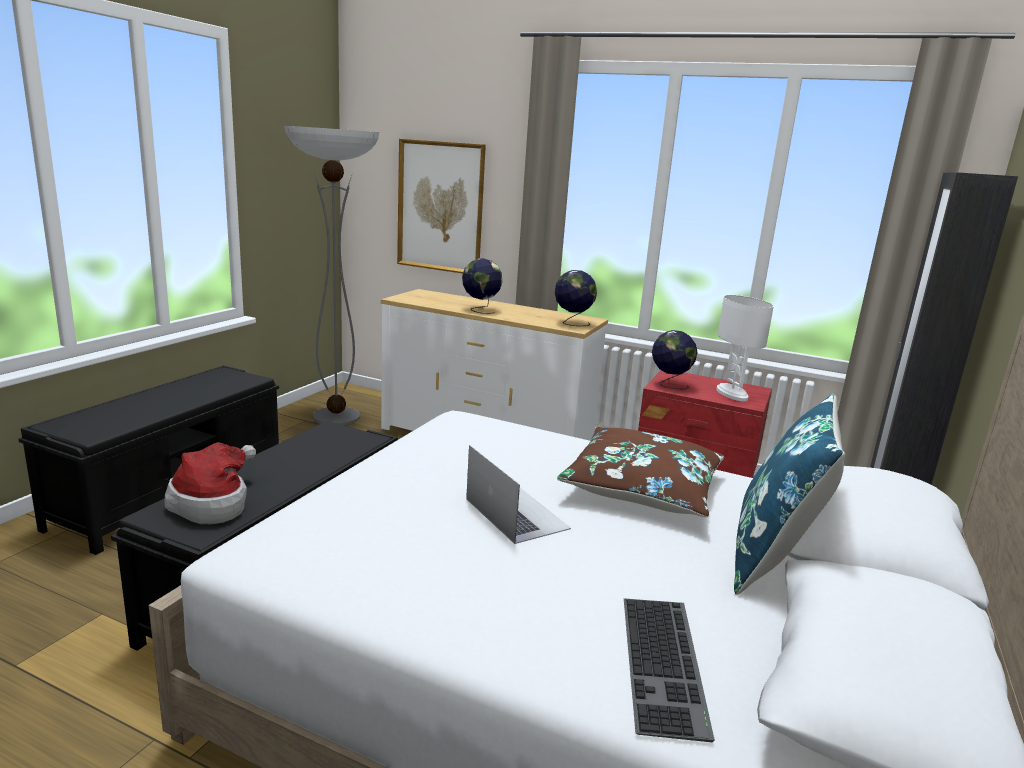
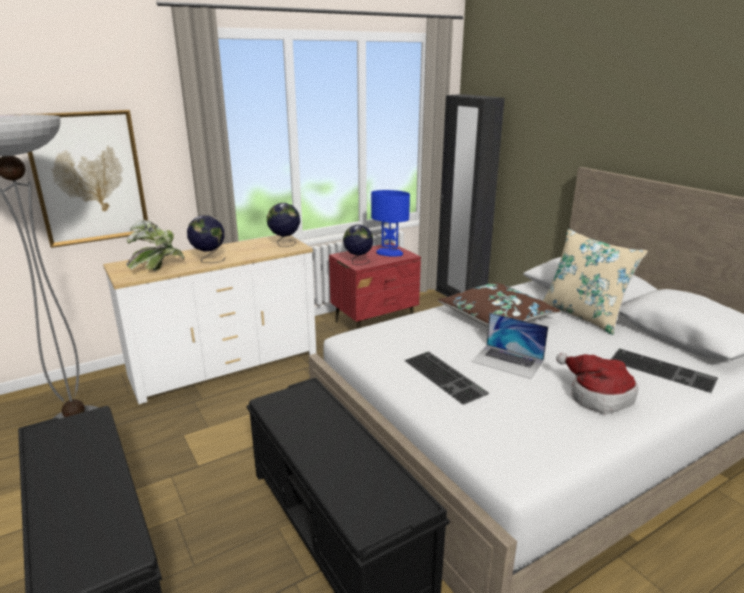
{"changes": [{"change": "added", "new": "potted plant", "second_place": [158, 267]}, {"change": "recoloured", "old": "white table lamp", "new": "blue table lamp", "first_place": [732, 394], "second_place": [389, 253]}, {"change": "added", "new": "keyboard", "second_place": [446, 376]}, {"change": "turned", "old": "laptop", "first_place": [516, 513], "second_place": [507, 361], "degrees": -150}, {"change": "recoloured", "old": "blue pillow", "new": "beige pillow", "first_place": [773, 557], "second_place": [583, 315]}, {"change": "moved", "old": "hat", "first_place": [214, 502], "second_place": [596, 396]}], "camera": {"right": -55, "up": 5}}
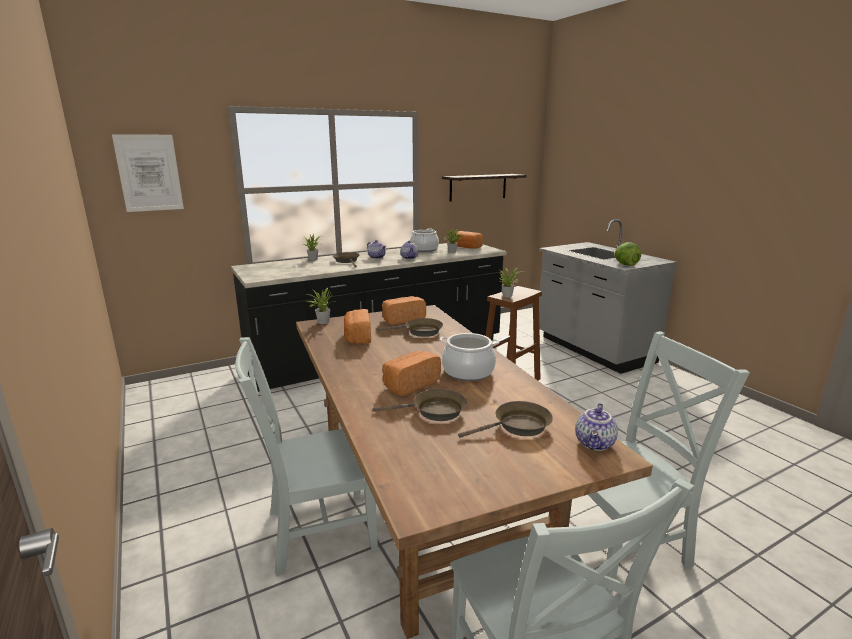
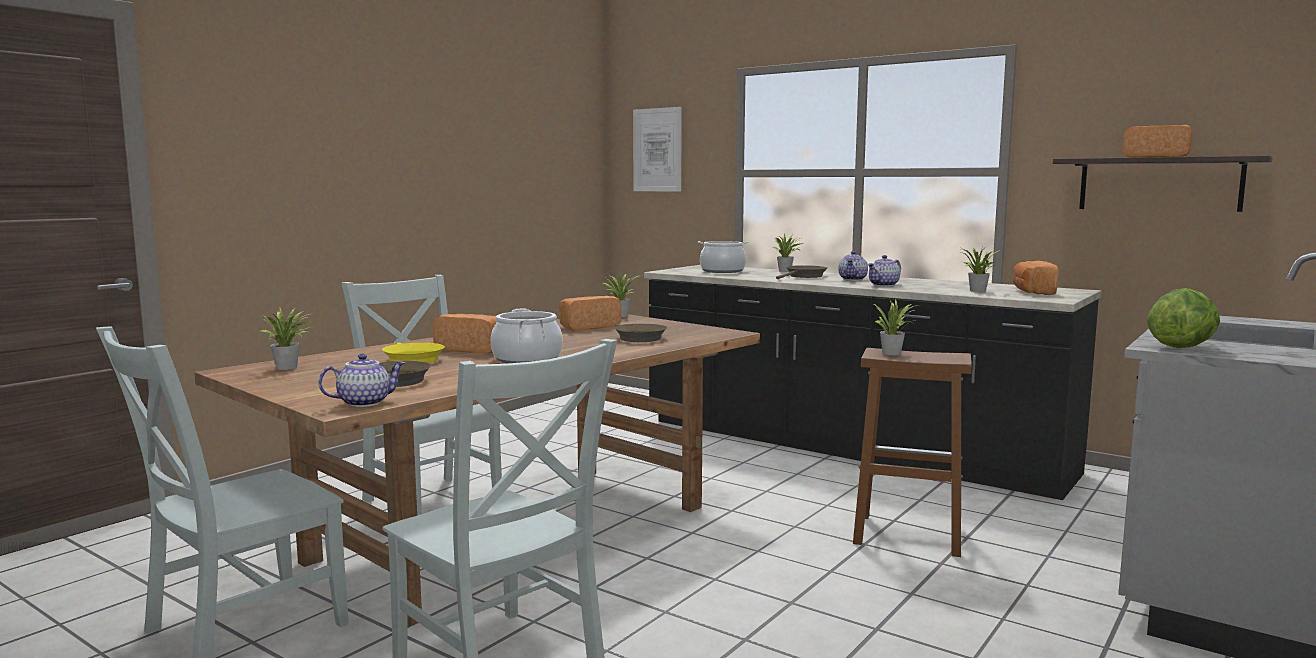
{"changes": [{"change": "added", "new": "potted plant", "second_place": [289, 367]}, {"change": "turned", "old": "teapot", "first_place": [595, 444], "second_place": [364, 402], "degrees": 150}, {"change": "recoloured", "old": "brown frying pan", "new": "yellow frying pan", "first_place": [434, 411], "second_place": [412, 359]}, {"change": "moved", "old": "cooking pot", "first_place": [424, 249], "second_place": [722, 271]}, {"change": "moved", "old": "bread", "first_place": [402, 319], "second_place": [1157, 157]}], "camera": {"right": 65, "up": -10}}
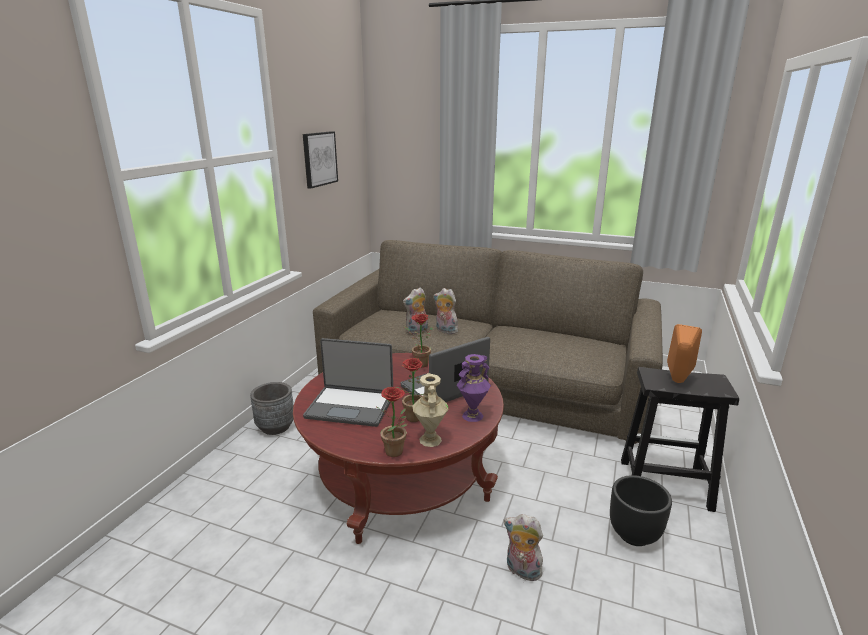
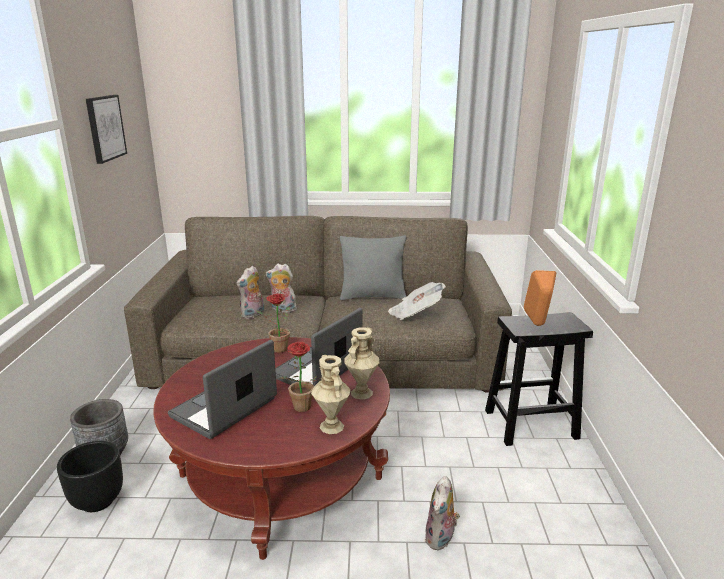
{"changes": [{"change": "moved", "old": "black planter", "first_place": [633, 534], "second_place": [97, 501]}, {"change": "turned", "old": "laptop", "first_place": [350, 406], "second_place": [225, 408], "degrees": 135}, {"change": "added", "new": "grey pillow", "second_place": [373, 296]}, {"change": "recoloured", "old": "purple vase", "new": "beige vase", "first_place": [473, 416], "second_place": [362, 393]}, {"change": "added", "new": "newspaper", "second_place": [415, 314]}, {"change": "turned", "old": "plush toy", "first_place": [521, 571], "second_place": [441, 539], "degrees": -75}, {"change": "removed", "old": "potted plant", "first_place": [397, 453]}], "camera": {"right": -20, "up": 0}}
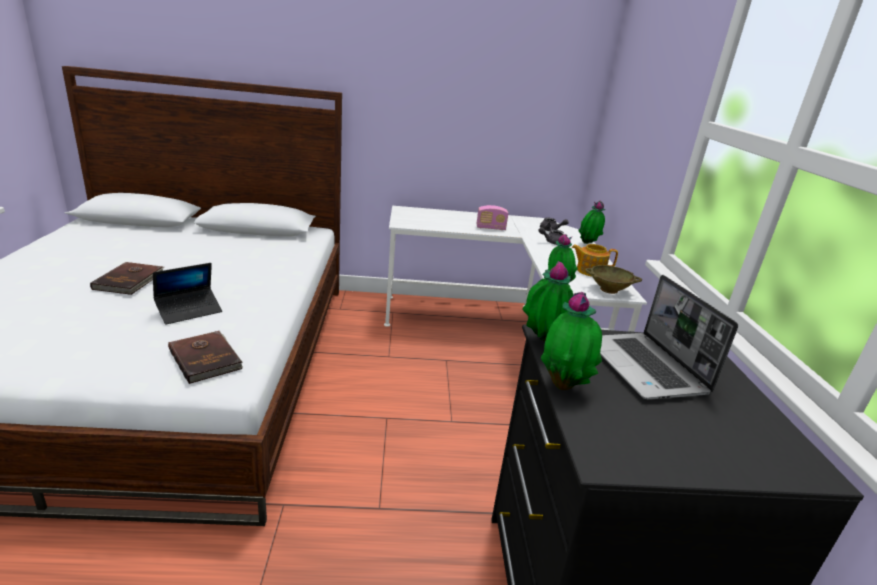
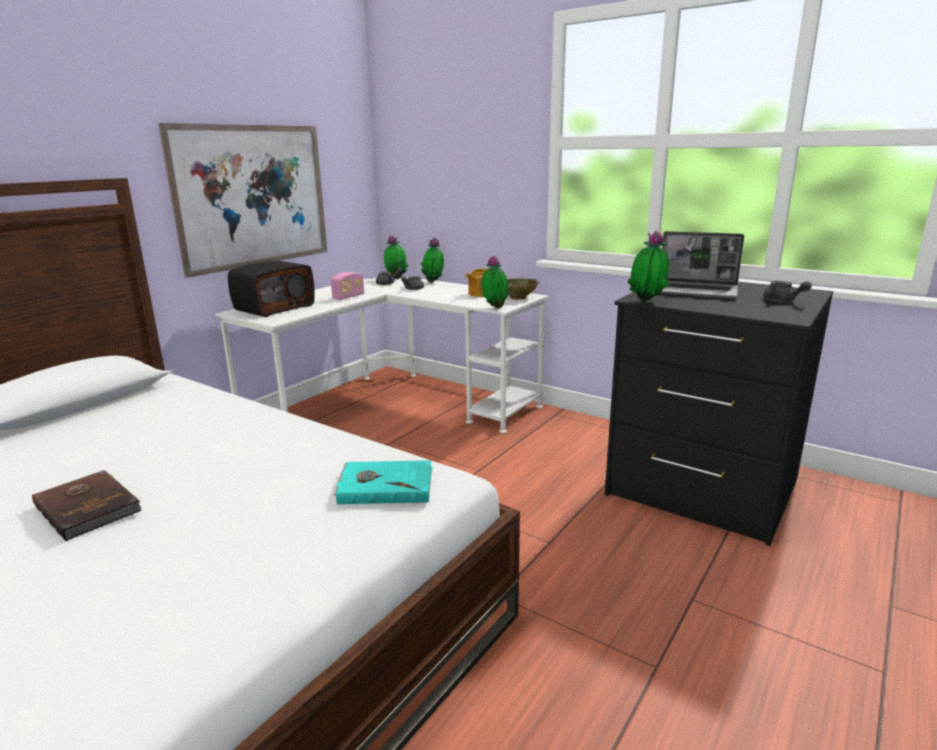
{"changes": [{"change": "added", "new": "picture", "second_place": [253, 196]}, {"change": "added", "new": "radio", "second_place": [274, 308]}, {"change": "recoloured", "old": "brown book", "new": "turquoise book", "first_place": [206, 358], "second_place": [385, 485]}, {"change": "moved", "old": "potted plant", "first_place": [564, 385], "second_place": [396, 278]}, {"change": "added", "new": "grey teapot", "second_place": [782, 301]}, {"change": "removed", "old": "laptop", "first_place": [189, 311]}], "camera": {"right": -50, "up": -5}}
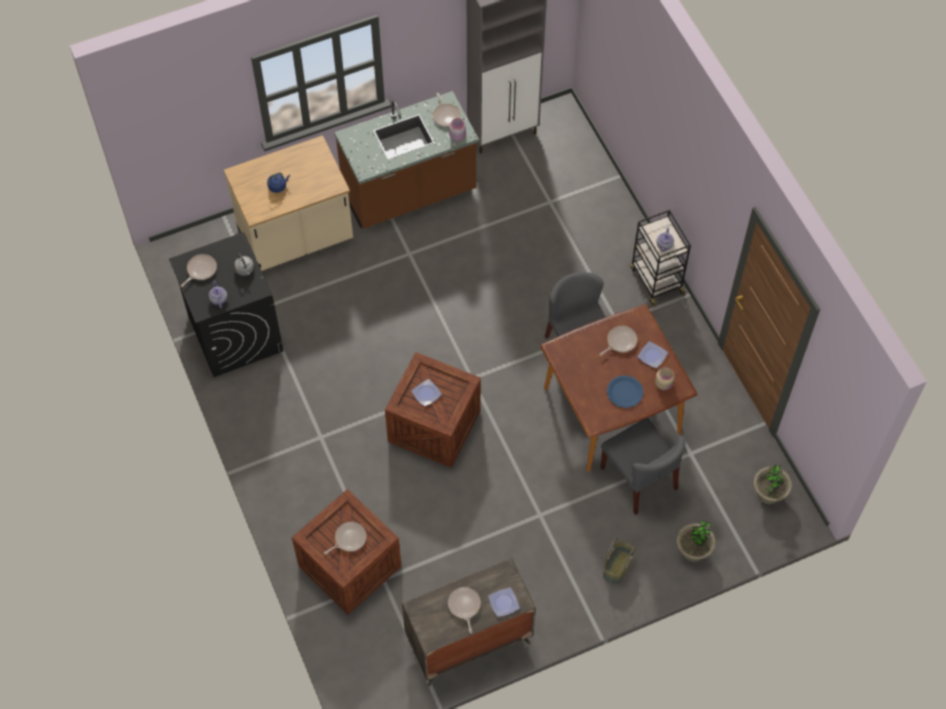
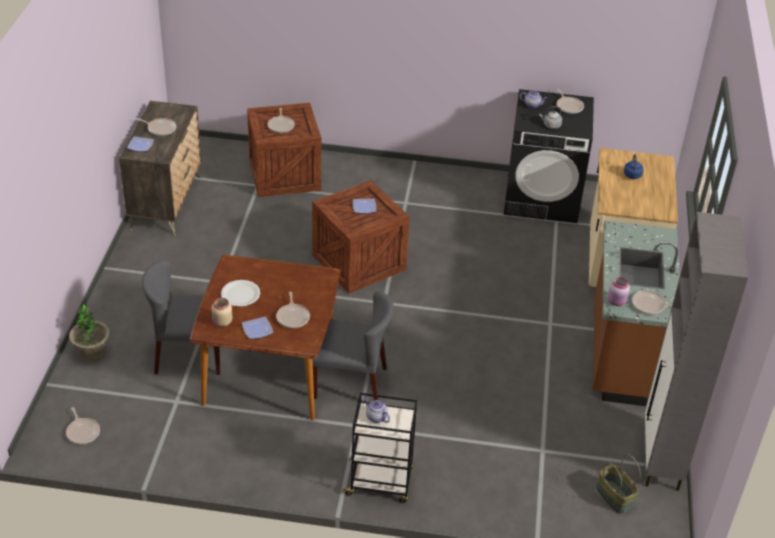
{"changes": [{"change": "replaced", "old": "potted plant", "new": "frying pan", "first_place": [768, 494], "second_place": [83, 432]}, {"change": "recoloured", "old": "blue plate", "new": "white plate", "first_place": [624, 392], "second_place": [240, 294]}, {"change": "moved", "old": "basket", "first_place": [618, 567], "second_place": [613, 497]}], "camera": {"right": 120, "up": -20}}
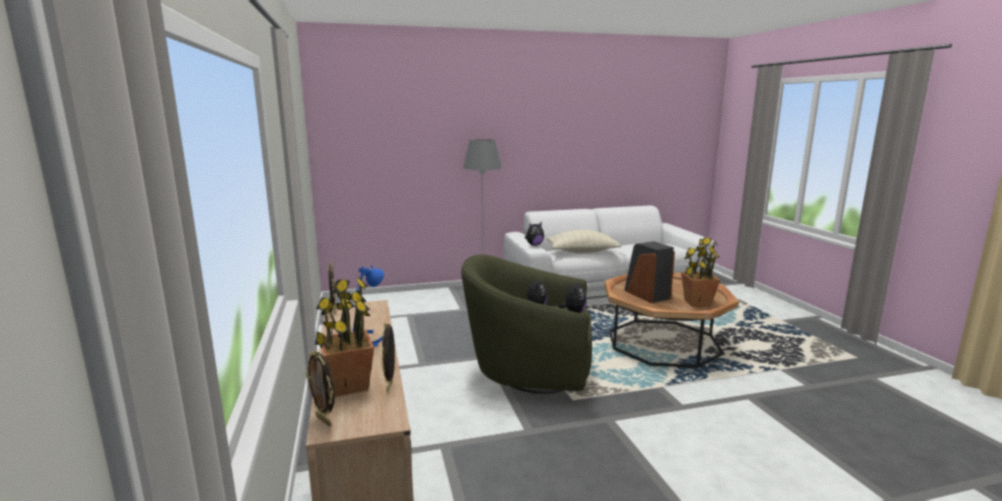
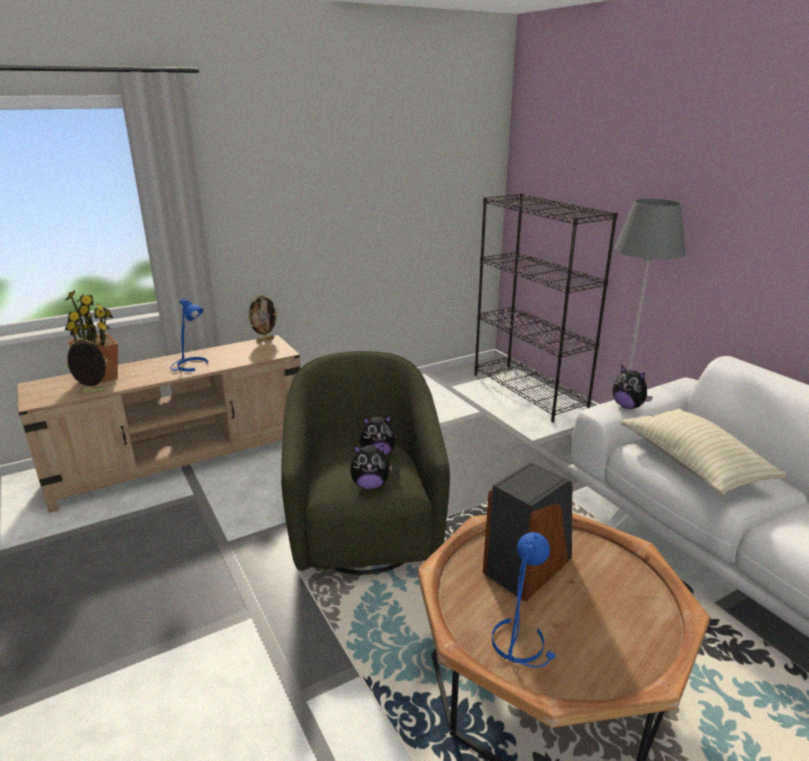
{"changes": [{"change": "added", "new": "black bookcase", "second_place": [529, 391]}, {"change": "replaced", "old": "potted plant", "new": "blue table lamp", "first_place": [697, 303], "second_place": [521, 643]}, {"change": "removed", "old": "picture frame", "first_place": [324, 420]}], "camera": {"right": 75, "up": 10}}
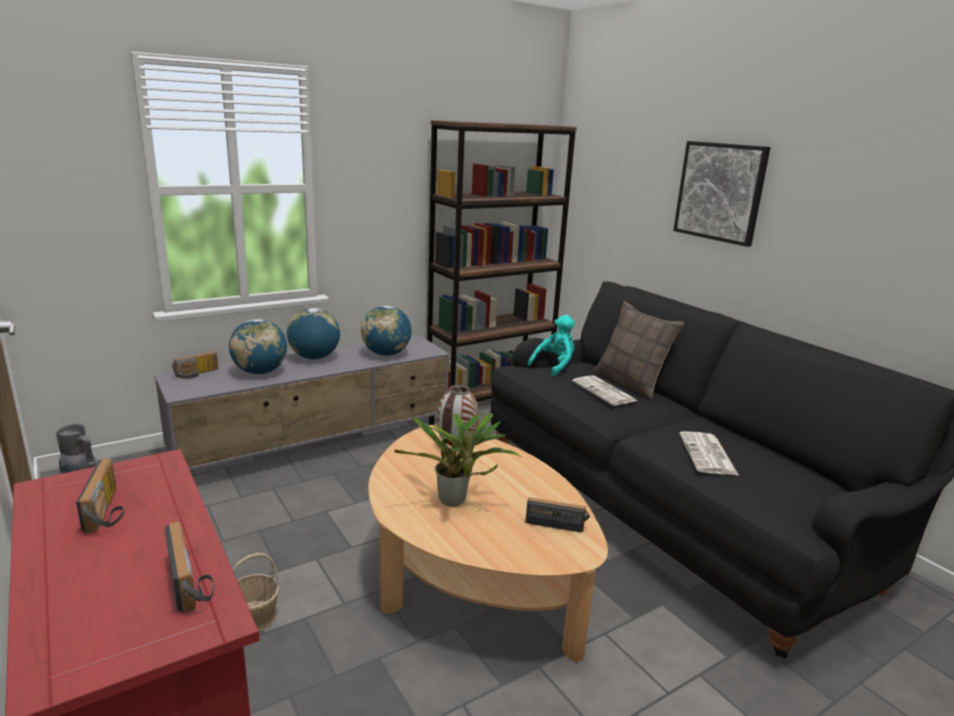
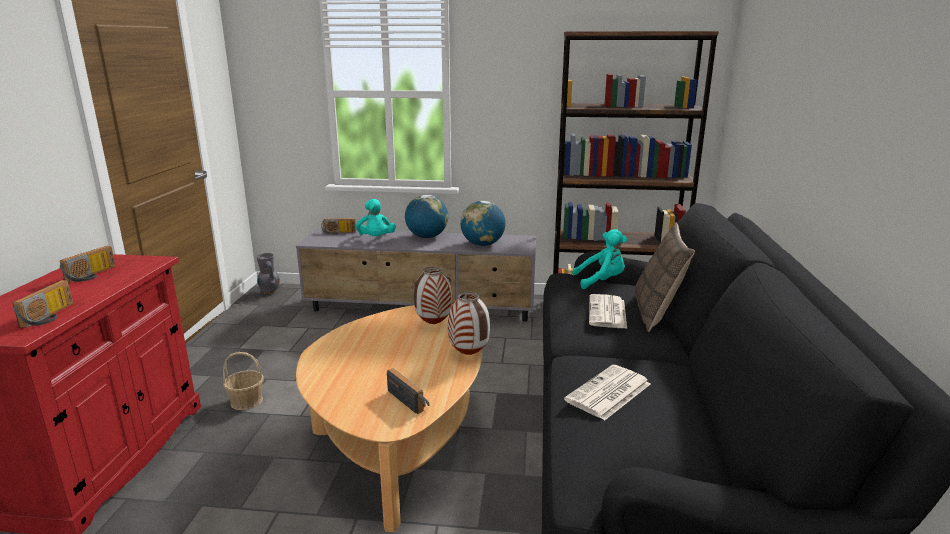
{"changes": [{"change": "replaced", "old": "globe", "new": "turquoise plush toy", "first_place": [260, 372], "second_place": [376, 239]}, {"change": "added", "new": "vase", "second_place": [469, 354]}, {"change": "removed", "old": "potted plant", "first_place": [455, 502]}, {"change": "removed", "old": "picture", "first_place": [720, 192]}], "camera": {"right": 40, "up": 0}}
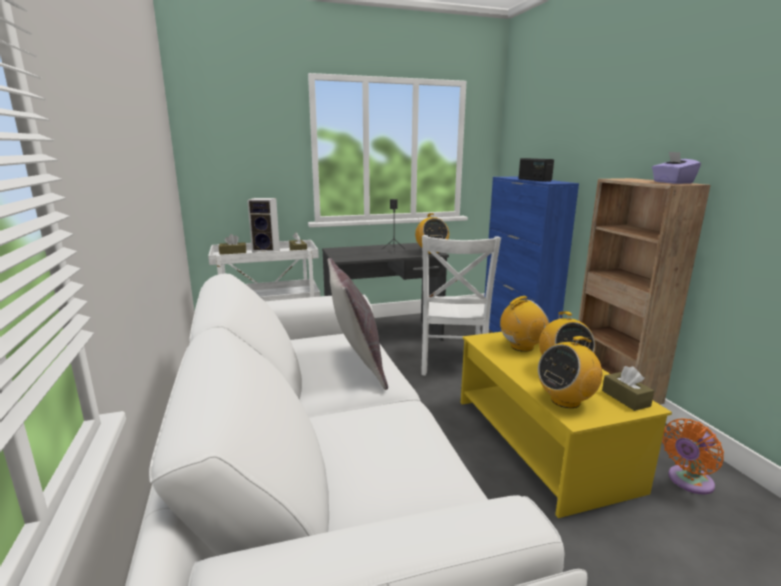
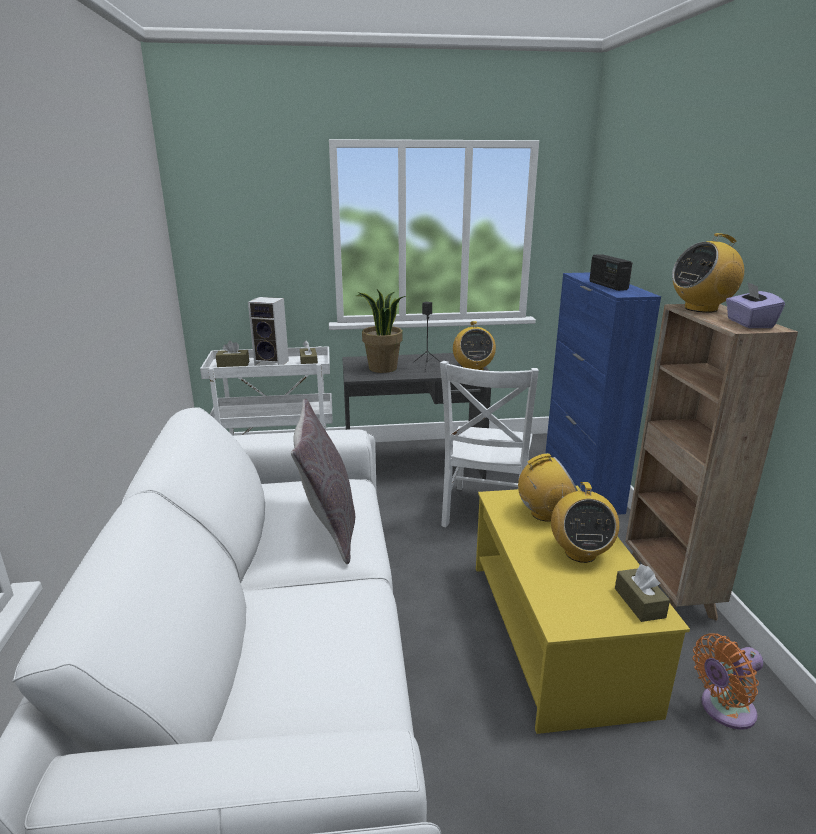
{"changes": [{"change": "added", "new": "potted plant", "second_place": [382, 368]}, {"change": "moved", "old": "radio", "first_place": [565, 400], "second_place": [701, 309]}], "camera": {"right": 10, "up": 5}}
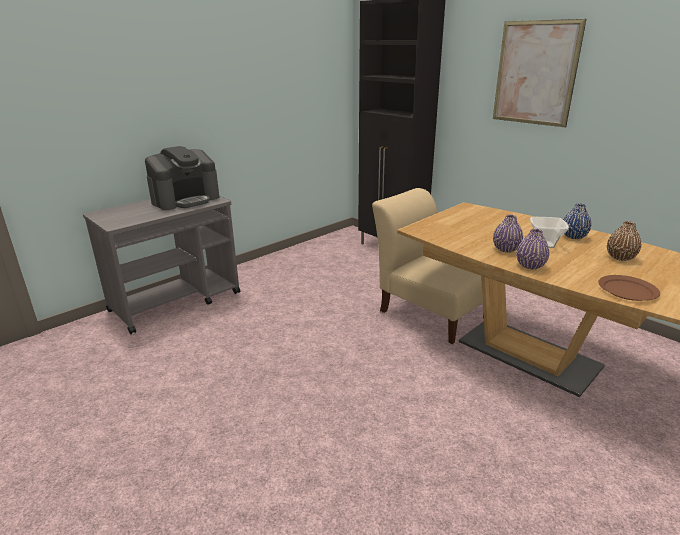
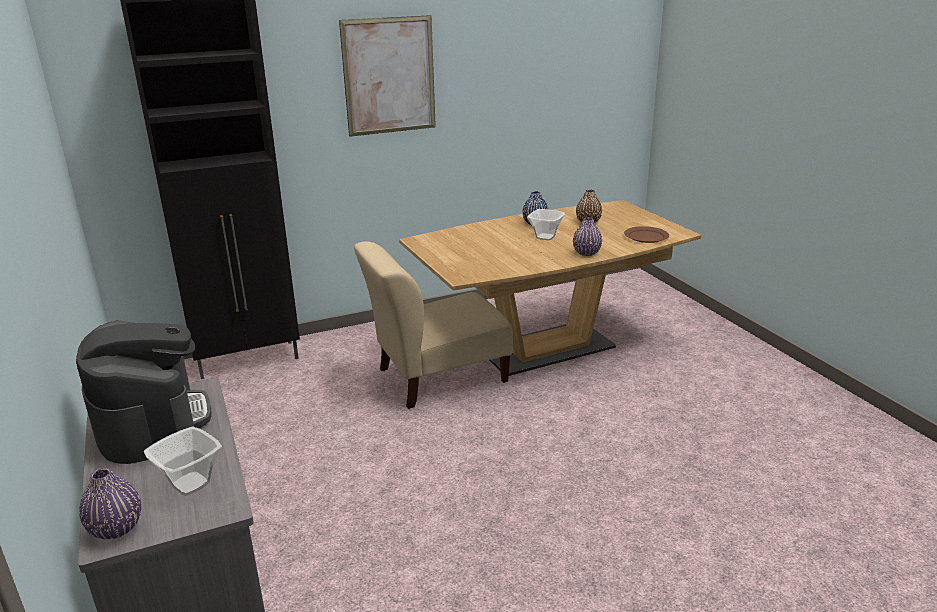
{"changes": [{"change": "moved", "old": "purple vase", "first_place": [506, 249], "second_place": [116, 528]}, {"change": "added", "new": "bowl", "second_place": [191, 483]}], "camera": {"right": -70, "up": 0}}
